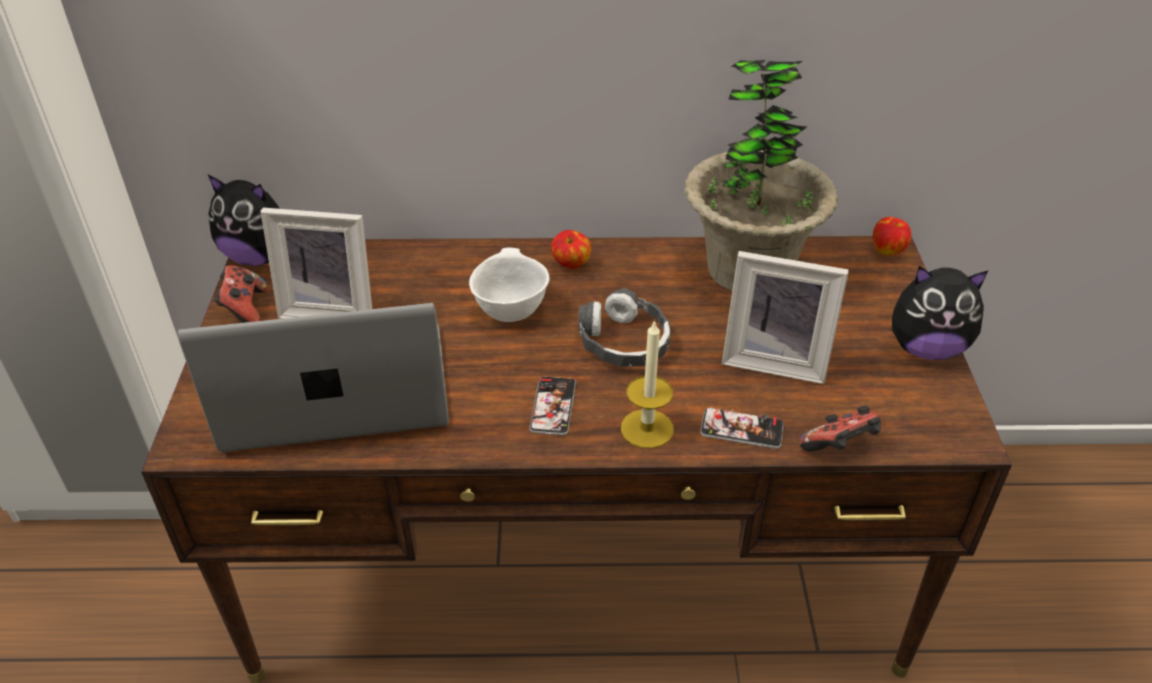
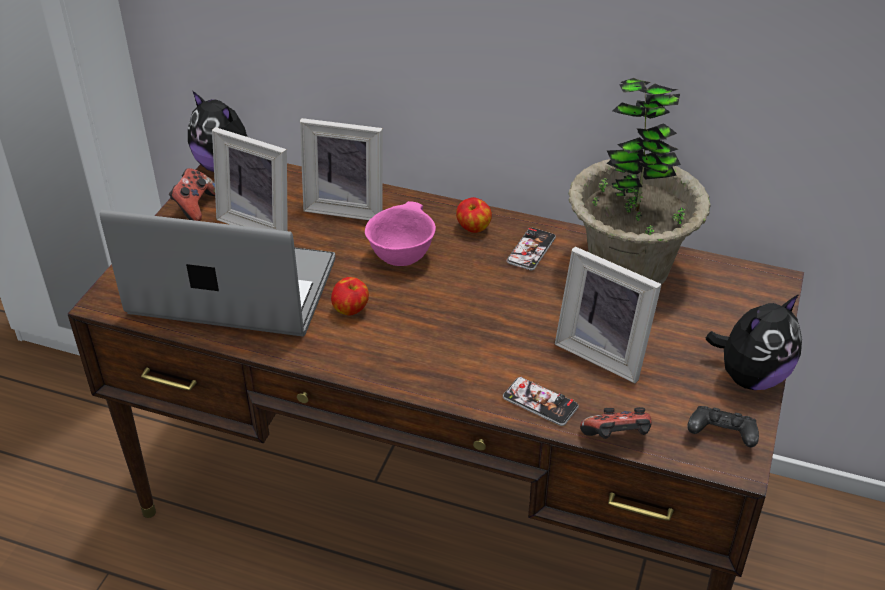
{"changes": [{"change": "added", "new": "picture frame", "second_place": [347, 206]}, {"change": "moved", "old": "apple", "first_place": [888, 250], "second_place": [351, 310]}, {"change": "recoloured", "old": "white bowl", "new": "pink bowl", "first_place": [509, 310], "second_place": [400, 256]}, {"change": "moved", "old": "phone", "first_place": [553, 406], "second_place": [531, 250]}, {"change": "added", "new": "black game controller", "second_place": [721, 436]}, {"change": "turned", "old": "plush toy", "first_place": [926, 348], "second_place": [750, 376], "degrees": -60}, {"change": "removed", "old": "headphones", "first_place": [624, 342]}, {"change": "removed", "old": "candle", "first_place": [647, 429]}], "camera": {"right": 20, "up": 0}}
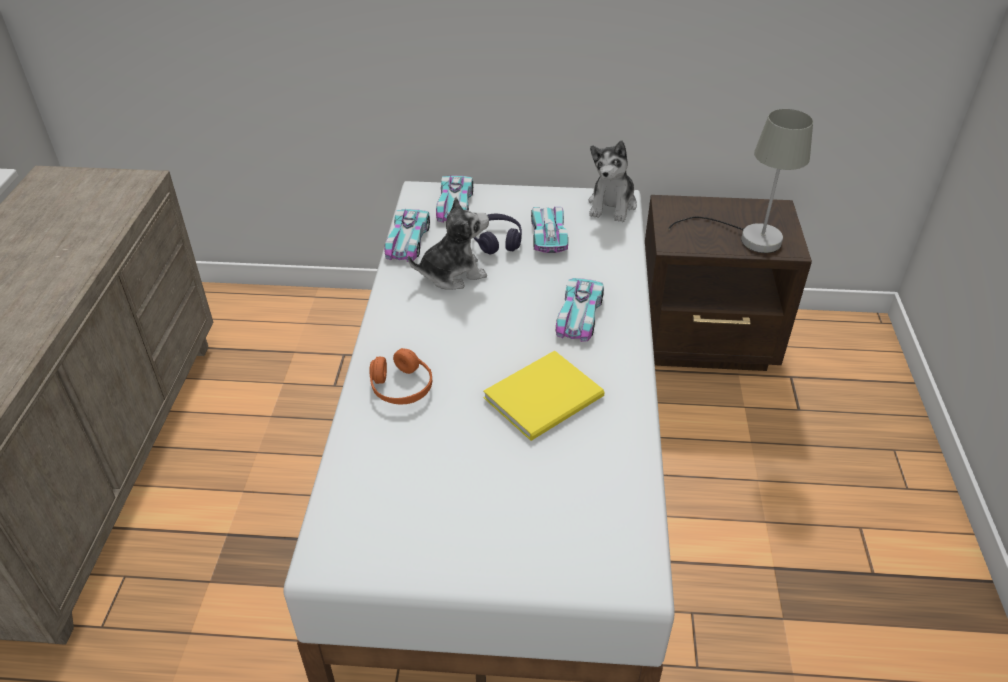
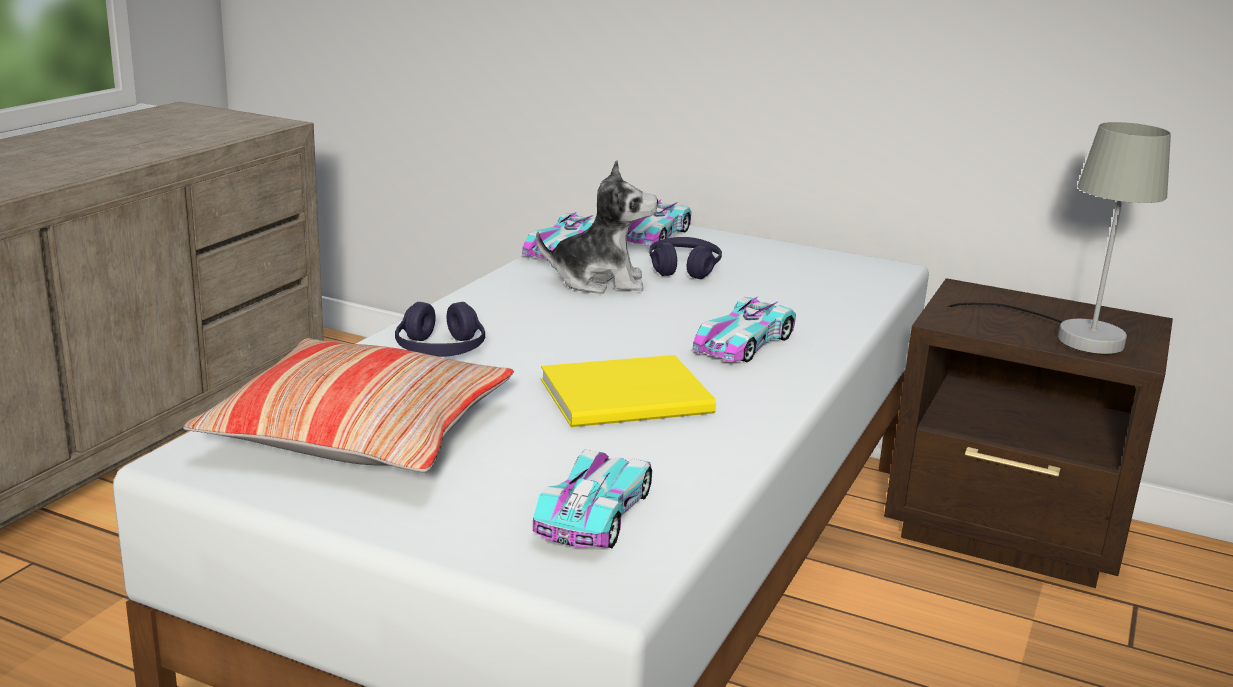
{"changes": [{"change": "added", "new": "pillow", "second_place": [360, 432]}, {"change": "recoloured", "old": "orange headphones", "new": "purple headphones", "first_place": [401, 387], "second_place": [440, 350]}, {"change": "moved", "old": "toy car", "first_place": [548, 234], "second_place": [595, 512]}, {"change": "removed", "old": "plush toy", "first_place": [612, 205]}], "camera": {"right": 20, "up": -20}}
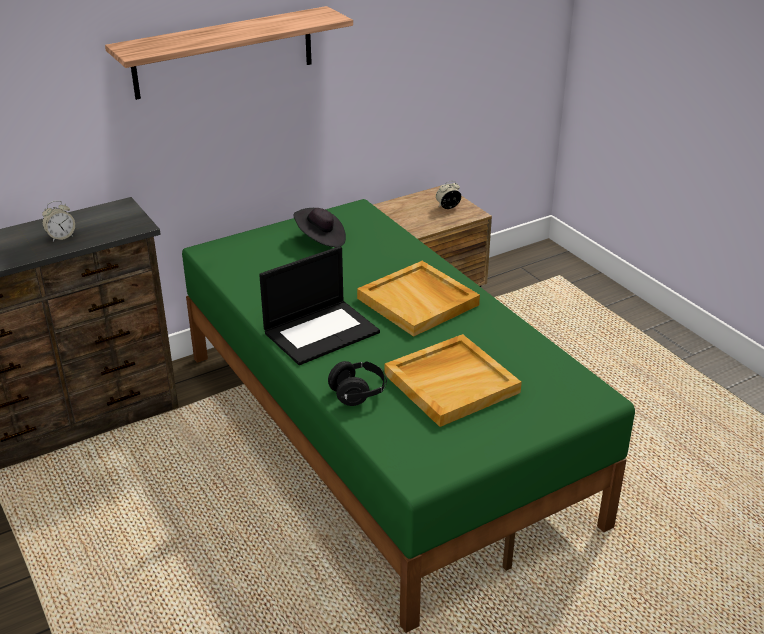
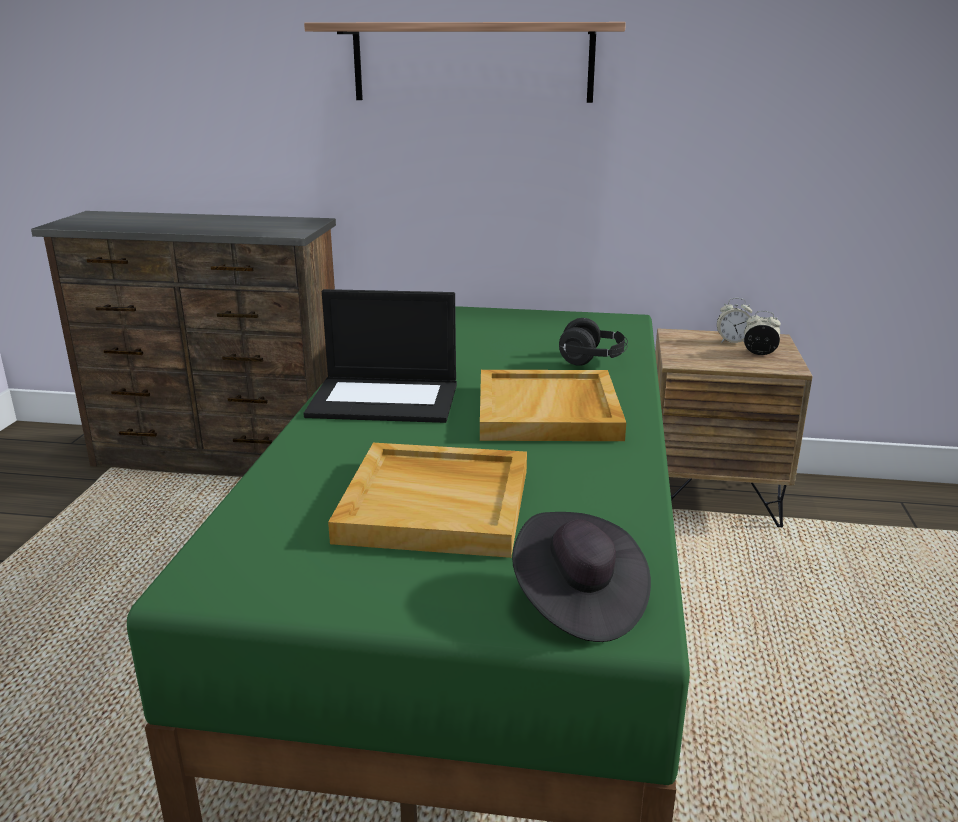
{"changes": [{"change": "moved", "old": "black hat", "first_place": [320, 239], "second_place": [578, 601]}, {"change": "moved", "old": "black headphones", "first_place": [358, 393], "second_place": [592, 360]}, {"change": "moved", "old": "alarm clock", "first_place": [61, 237], "second_place": [732, 341]}], "camera": {"right": 40, "up": -10}}
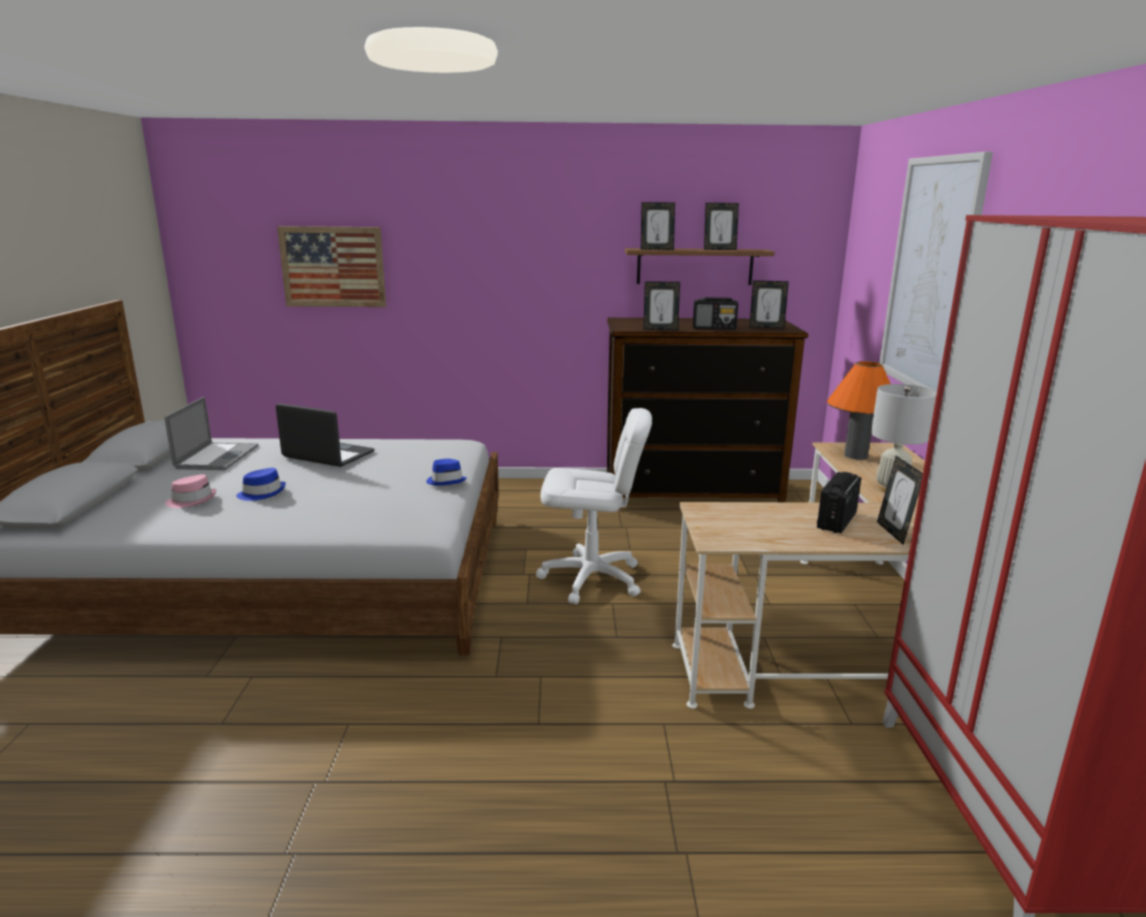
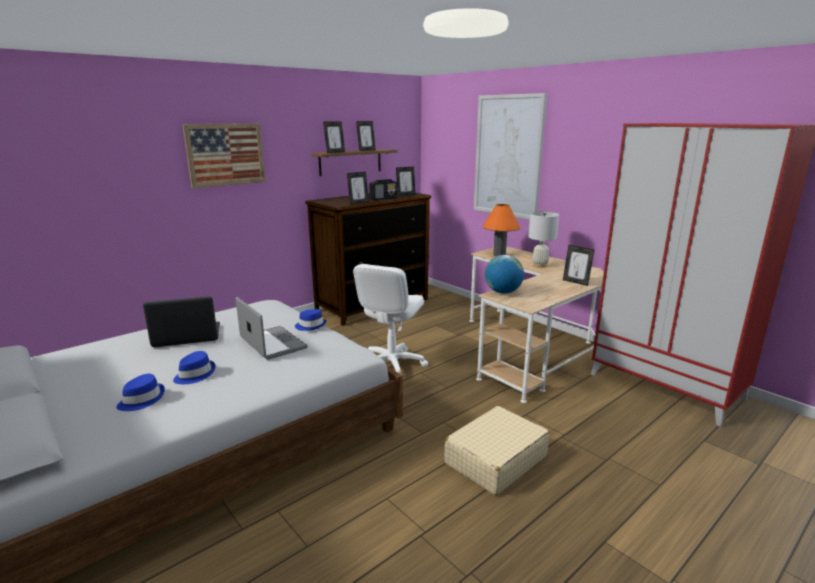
{"changes": [{"change": "recoloured", "old": "pink hat", "new": "blue hat", "first_place": [192, 500], "second_place": [142, 399]}, {"change": "moved", "old": "picture", "first_place": [333, 267], "second_place": [226, 154]}, {"change": "moved", "old": "laptop", "first_place": [217, 457], "second_place": [273, 343]}, {"change": "turned", "old": "white office chair", "first_place": [591, 579], "second_place": [391, 365], "degrees": 150}, {"change": "added", "new": "beige suitcase", "second_place": [495, 460]}, {"change": "added", "new": "globe", "second_place": [502, 292]}, {"change": "removed", "old": "radio", "first_place": [836, 521]}], "camera": {"right": -40, "up": 0}}
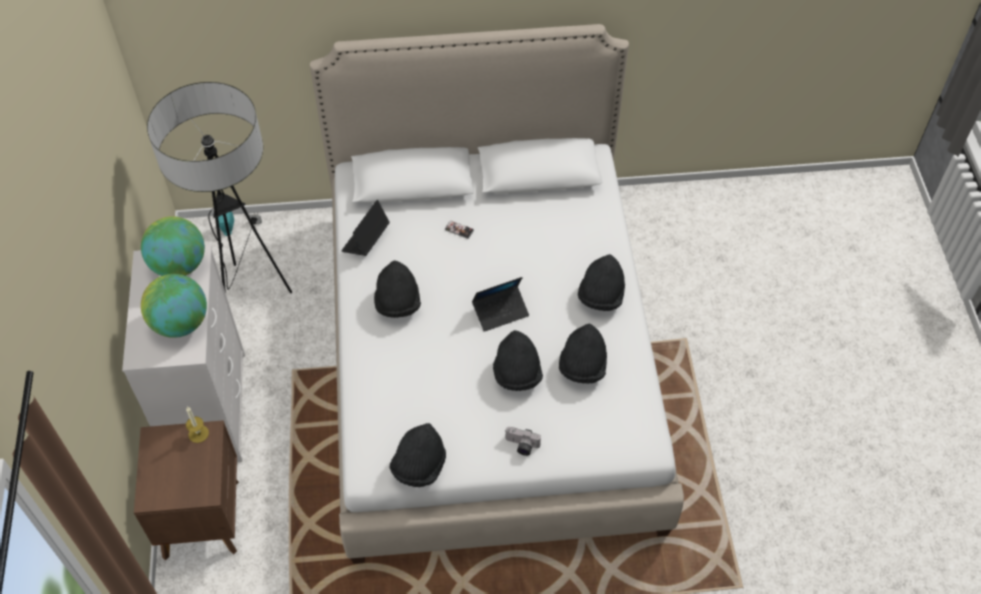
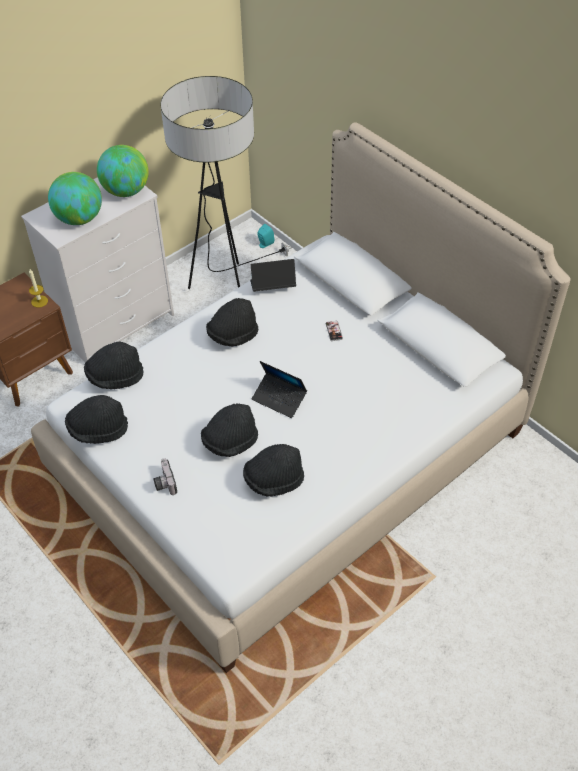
{"changes": [{"change": "moved", "old": "black hat", "first_place": [601, 296], "second_place": [115, 377]}], "camera": {"right": 55, "up": -5}}
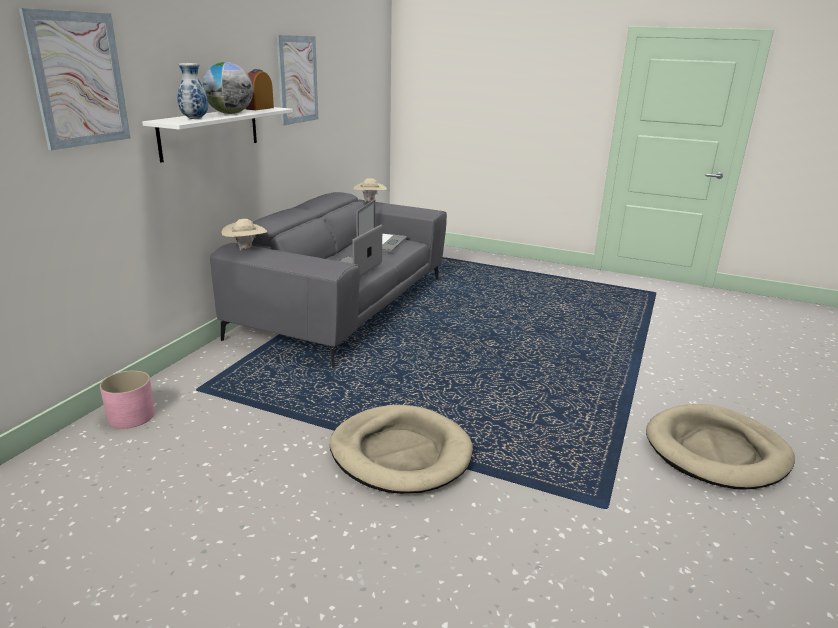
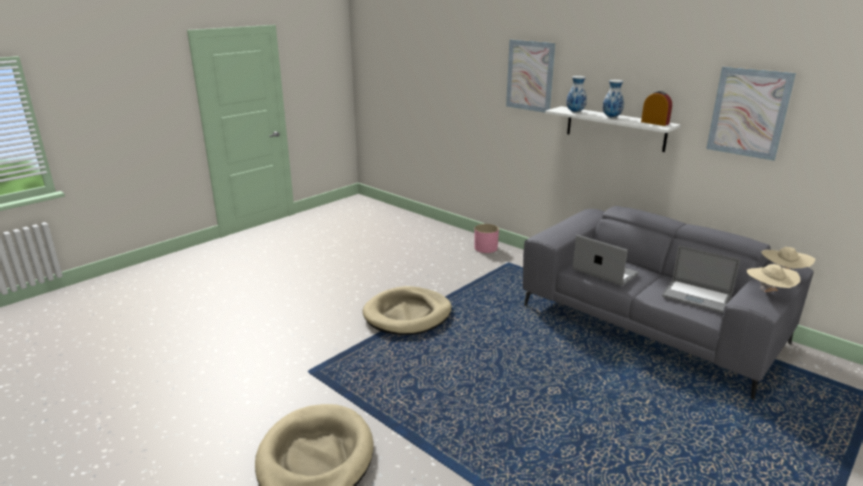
{"changes": [{"change": "replaced", "old": "globe", "new": "vase", "first_place": [230, 113], "second_place": [611, 117]}, {"change": "moved", "old": "beige hat", "first_place": [246, 248], "second_place": [768, 292]}], "camera": {"right": 110, "up": 0}}
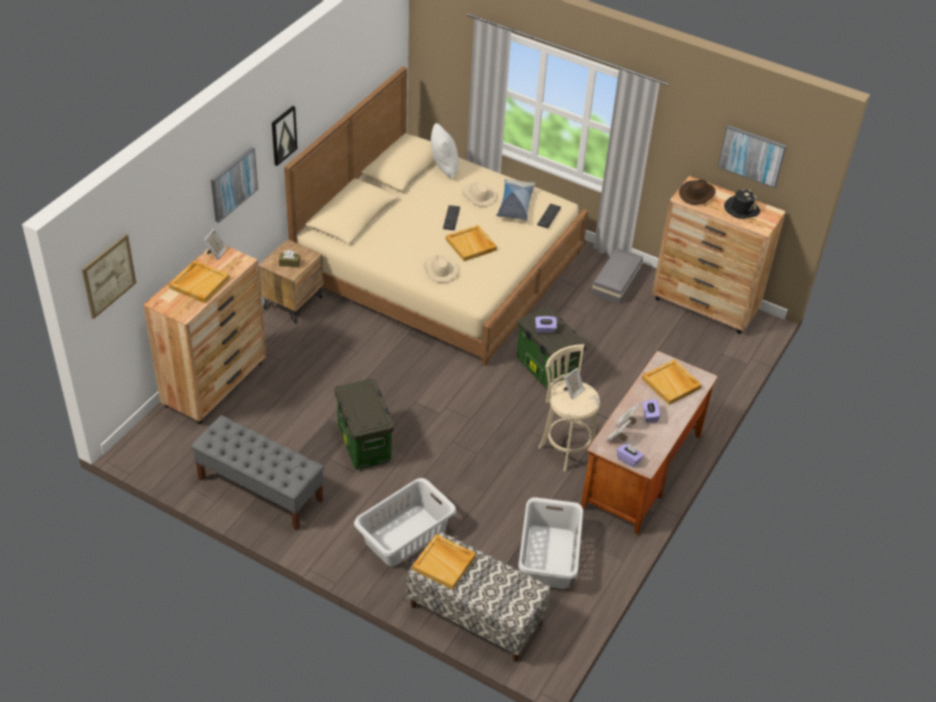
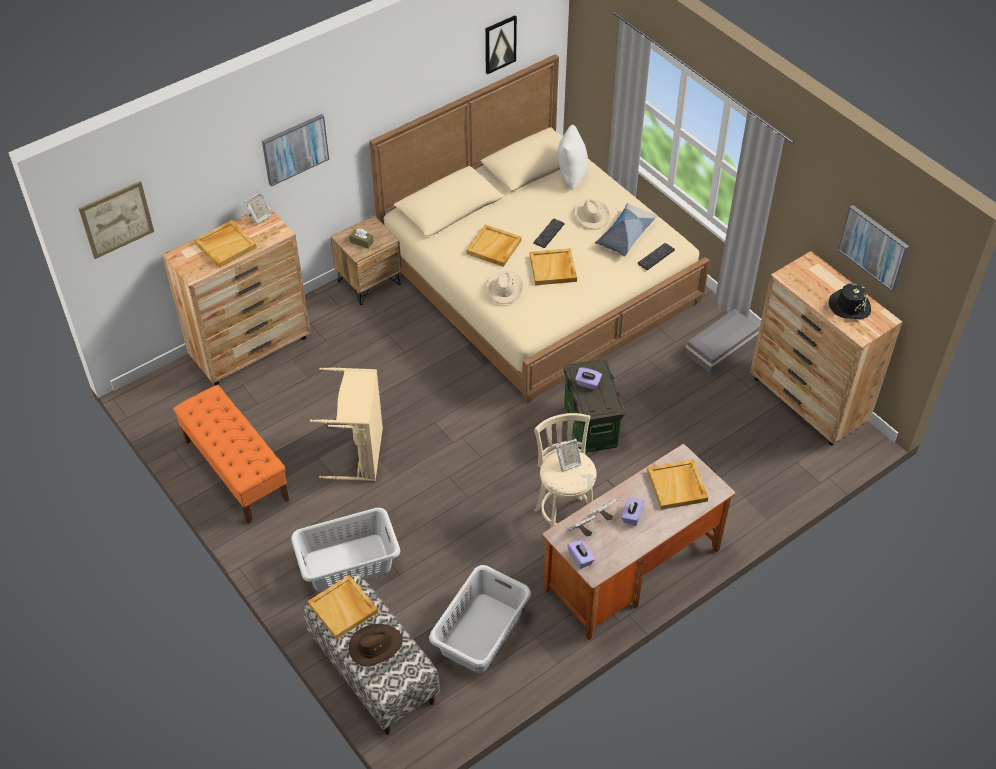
{"changes": [{"change": "recoloured", "old": "grey bench", "new": "orange bench", "first_place": [260, 489], "second_place": [236, 470]}, {"change": "replaced", "old": "storage box", "new": "beige laundry basket", "first_place": [365, 444], "second_place": [360, 454]}, {"change": "moved", "old": "brown hat", "first_place": [697, 194], "second_place": [375, 646]}, {"change": "added", "new": "beige tray", "second_place": [494, 247]}, {"change": "moved", "old": "picture", "first_place": [283, 135], "second_place": [500, 44]}], "camera": {"right": 25, "up": 5}}
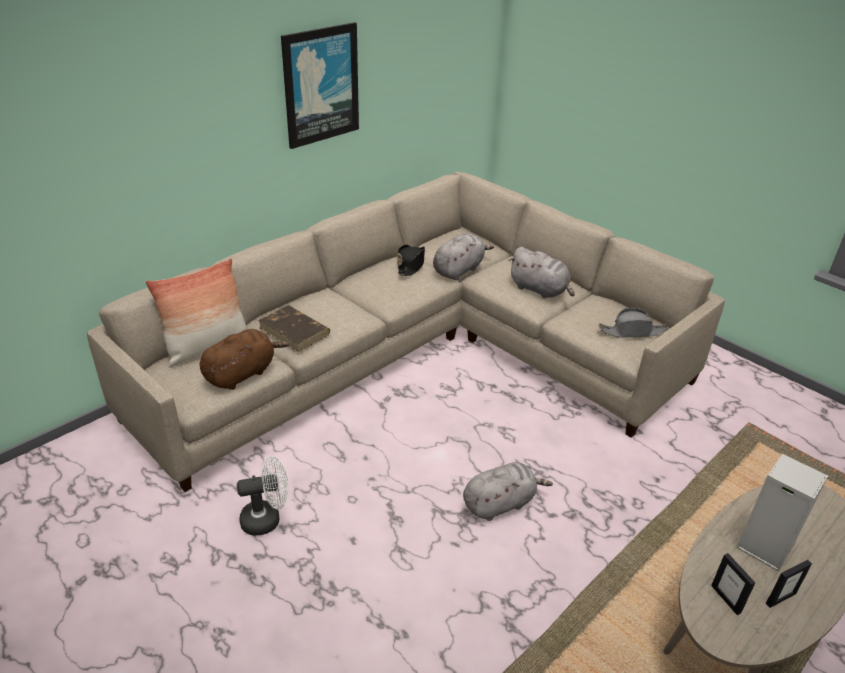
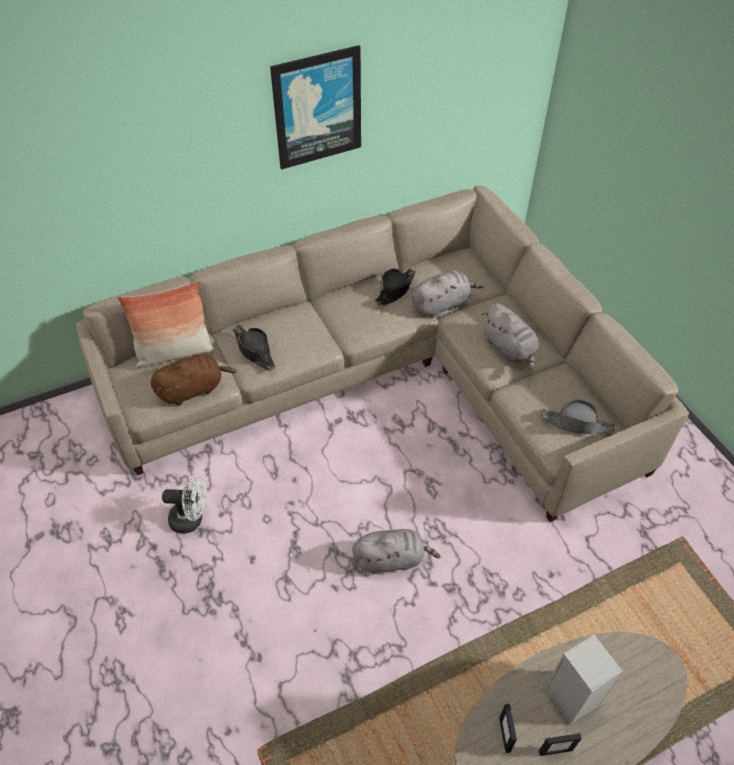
{"changes": [{"change": "replaced", "old": "brown book", "new": "black hat", "first_place": [295, 331], "second_place": [254, 351]}], "camera": {"right": 20, "up": 15}}
